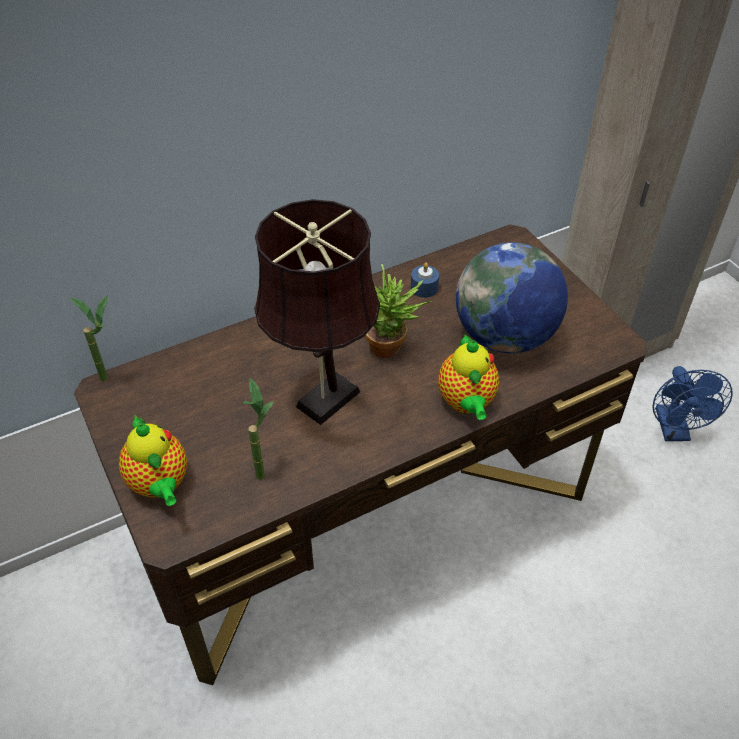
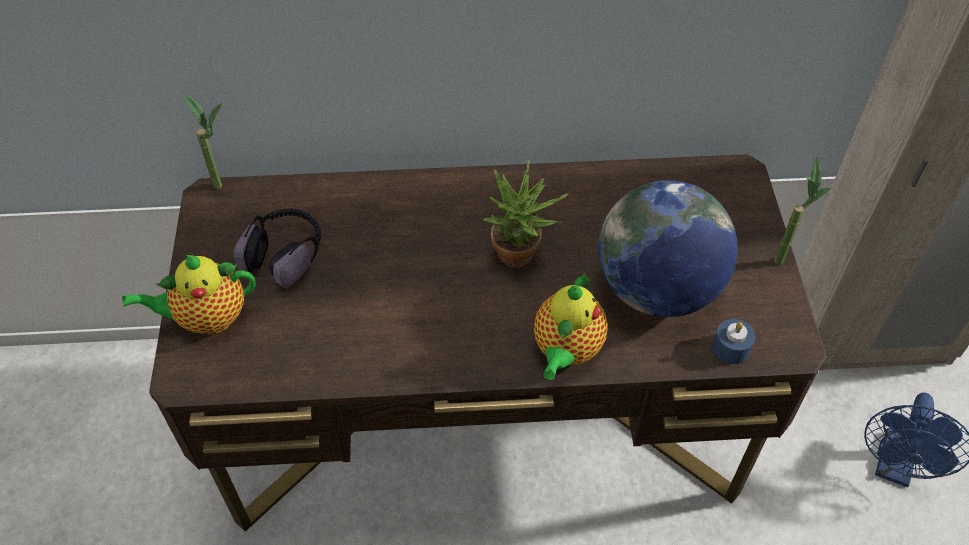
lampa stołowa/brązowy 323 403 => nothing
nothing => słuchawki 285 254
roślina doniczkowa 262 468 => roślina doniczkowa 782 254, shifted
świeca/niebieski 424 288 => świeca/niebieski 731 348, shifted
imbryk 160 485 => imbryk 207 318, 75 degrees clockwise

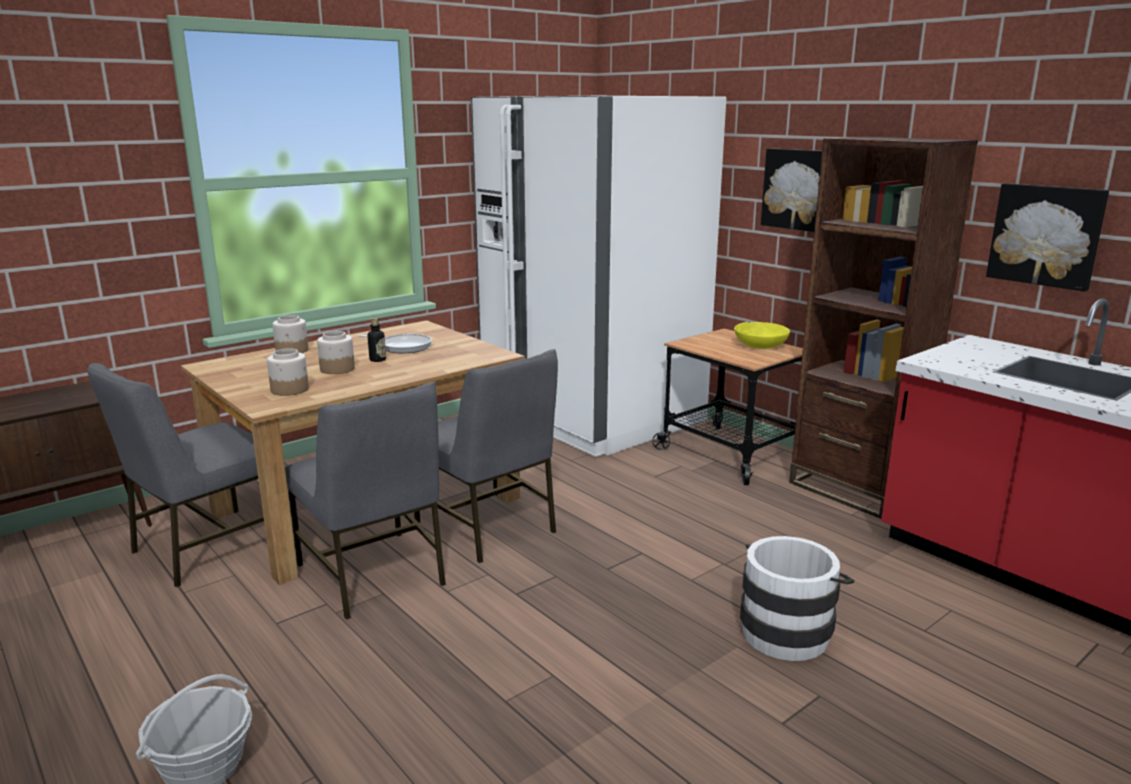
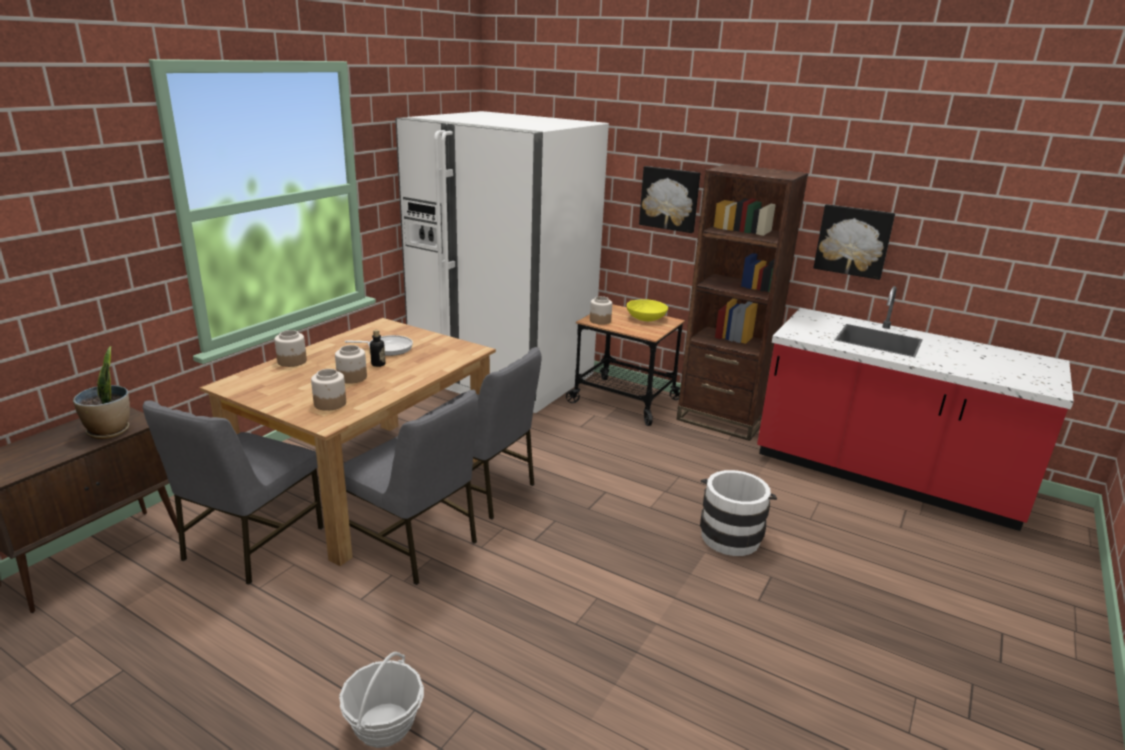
nothing => roślina doniczkowa 110 431
nothing => słoik 600 320

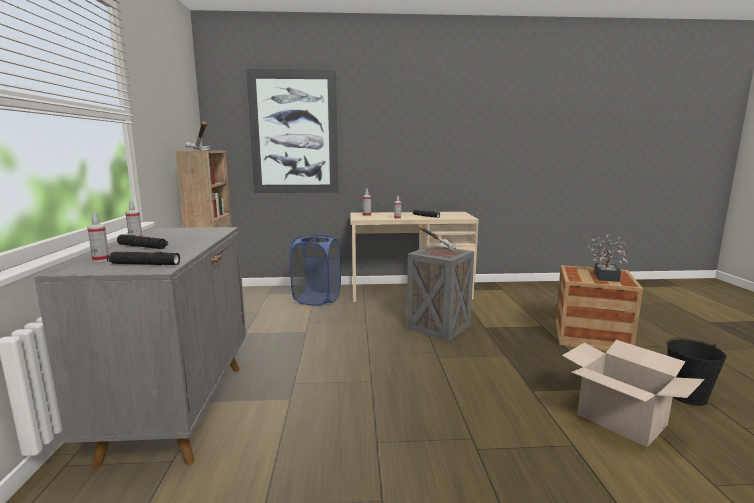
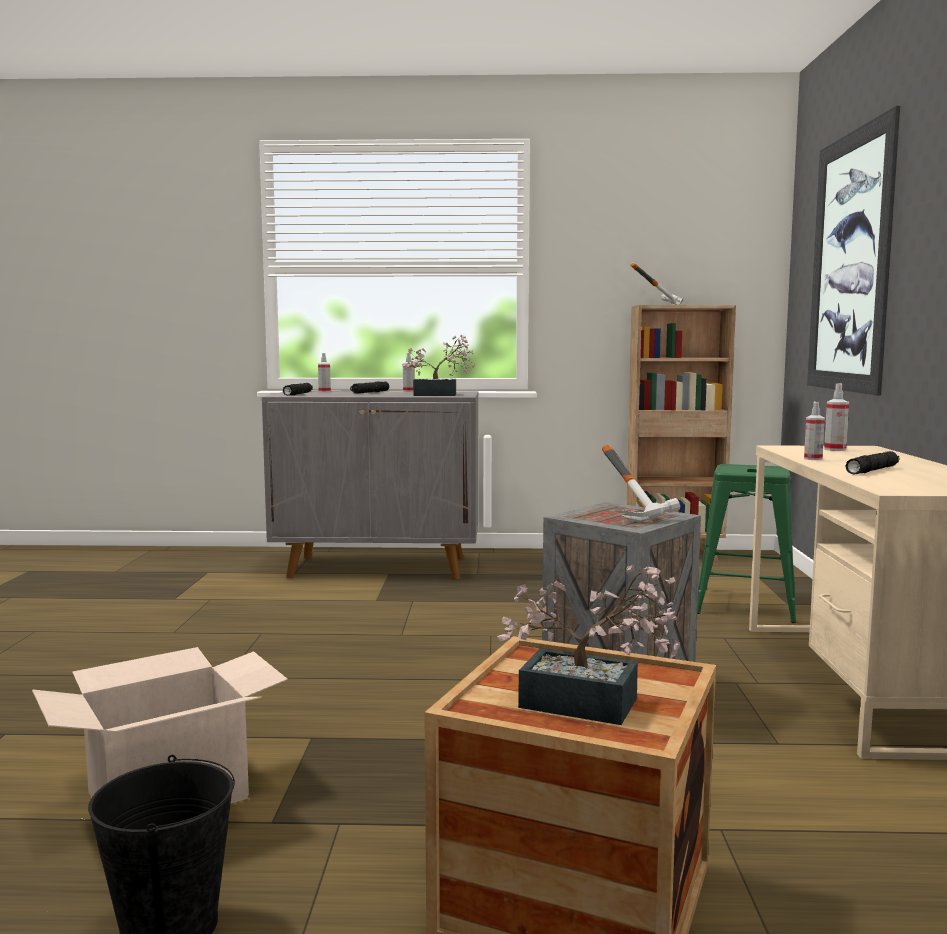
nothing => roślina doniczkowa 441 395
kosz na pranie/niebieski 317 299 => stołek/zielony 746 605

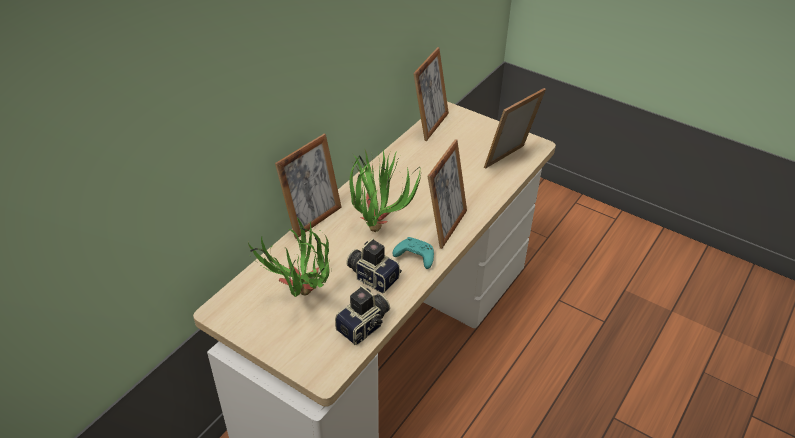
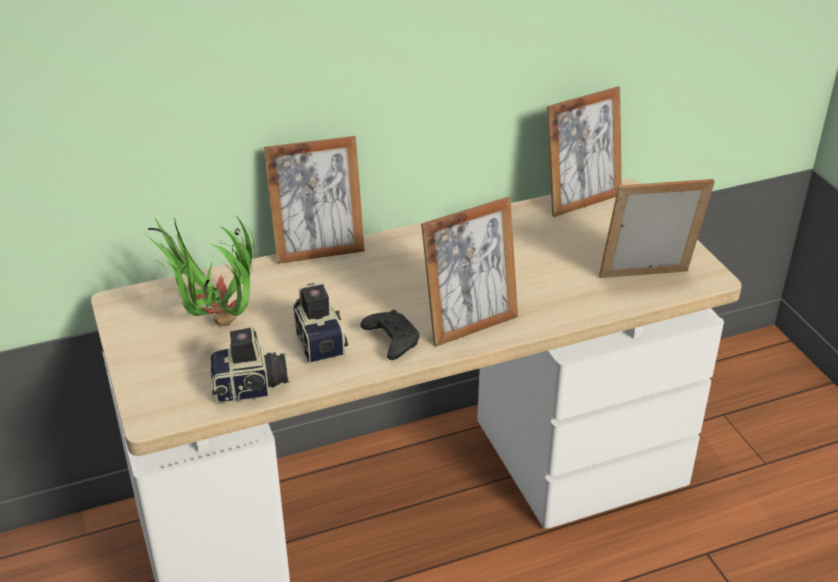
roślina doniczkowa 379 223 => nothing
pad do gier/turkusowy 414 257 => pad do gier/czarny 391 341

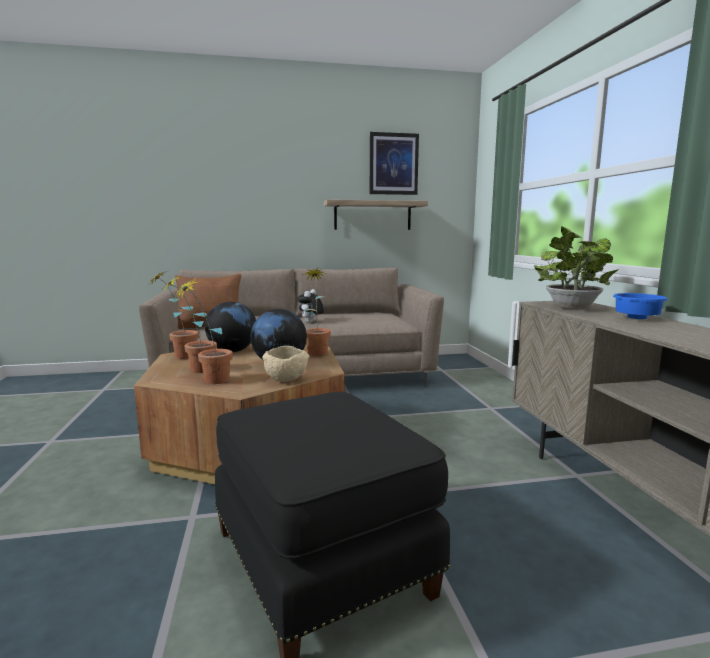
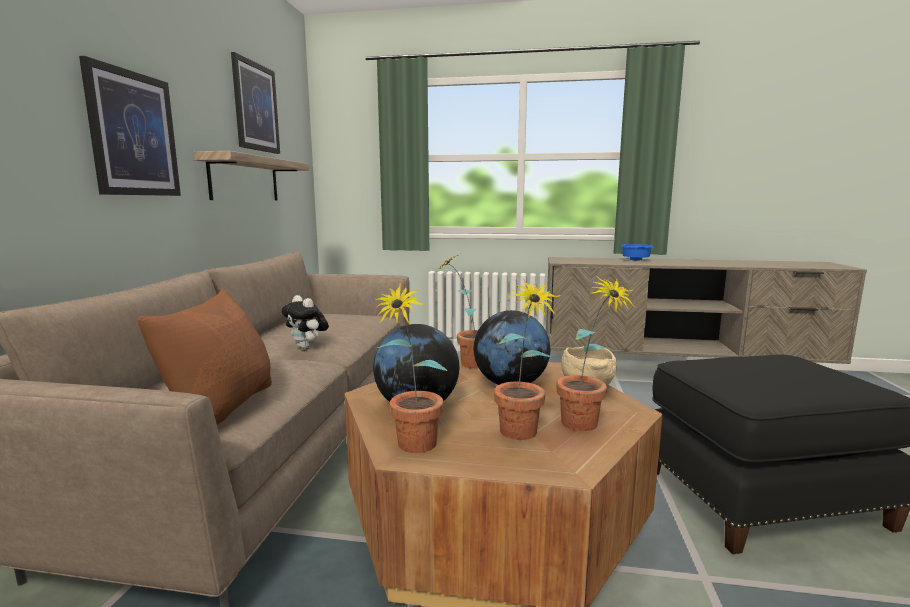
roślina doniczkowa 569 307 => nothing
nothing => obraz 133 134

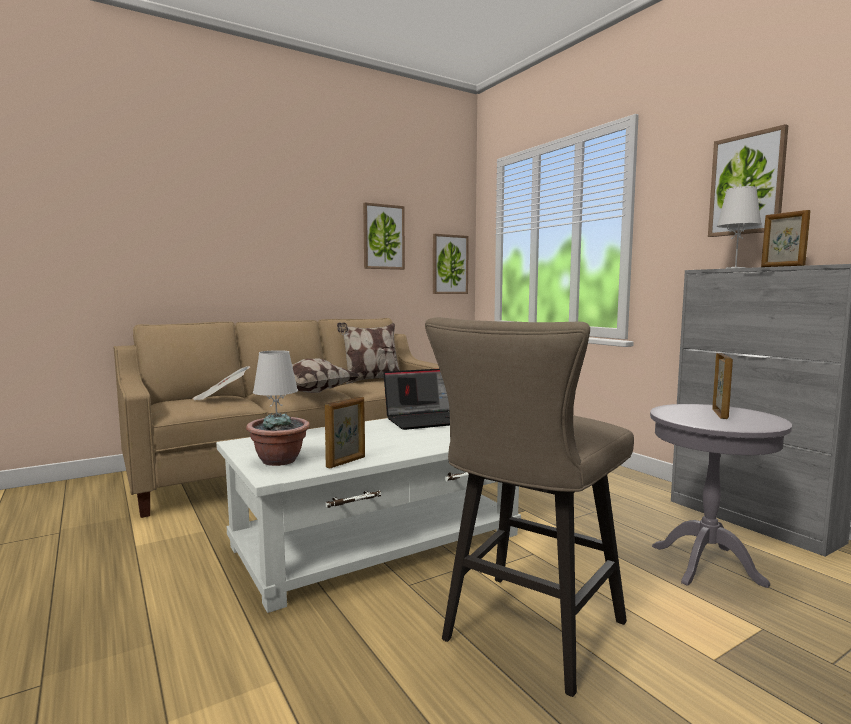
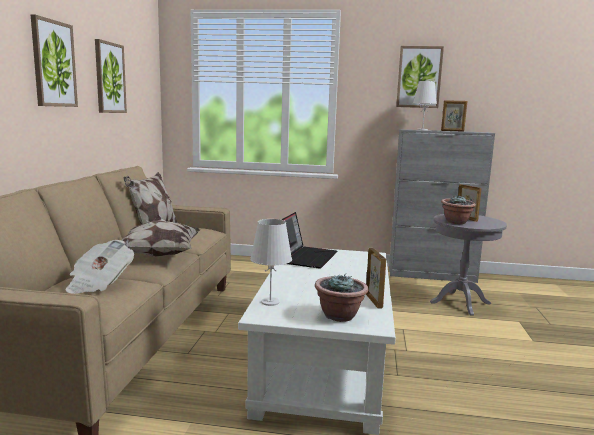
stołek/beżowy 526 636 => nothing
nothing => roślina doniczkowa 456 222
obraz 449 264 => obraz 53 64, shifted

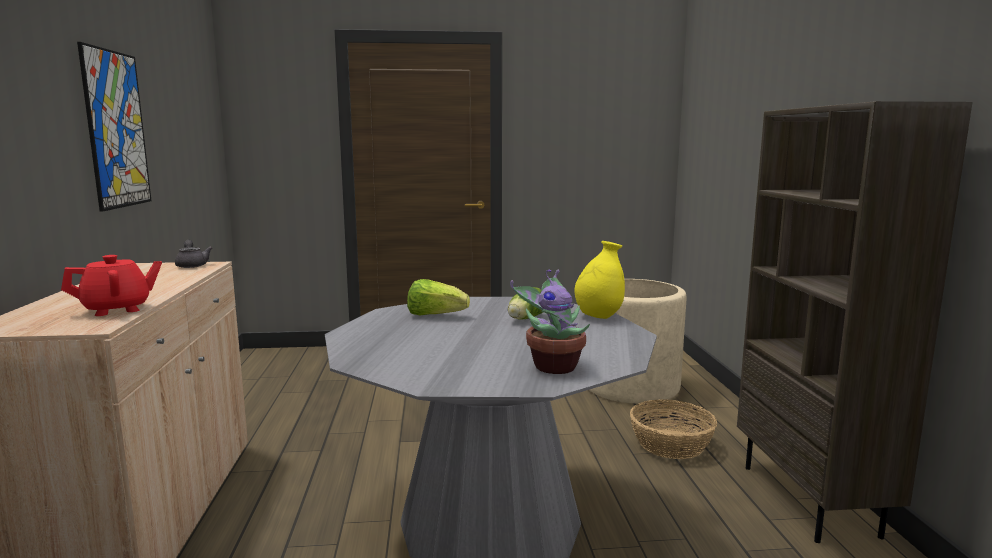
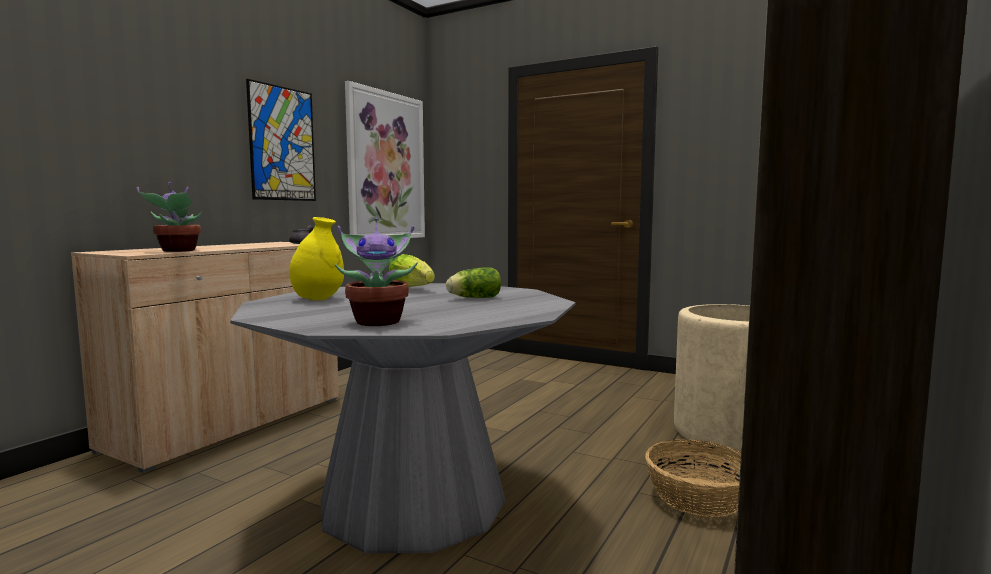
nothing => obraz 386 166
wazon/żółty 598 317 => wazon/żółty 318 299, shifted
imbryk/czerwony 117 309 => roślina doniczkowa 177 251

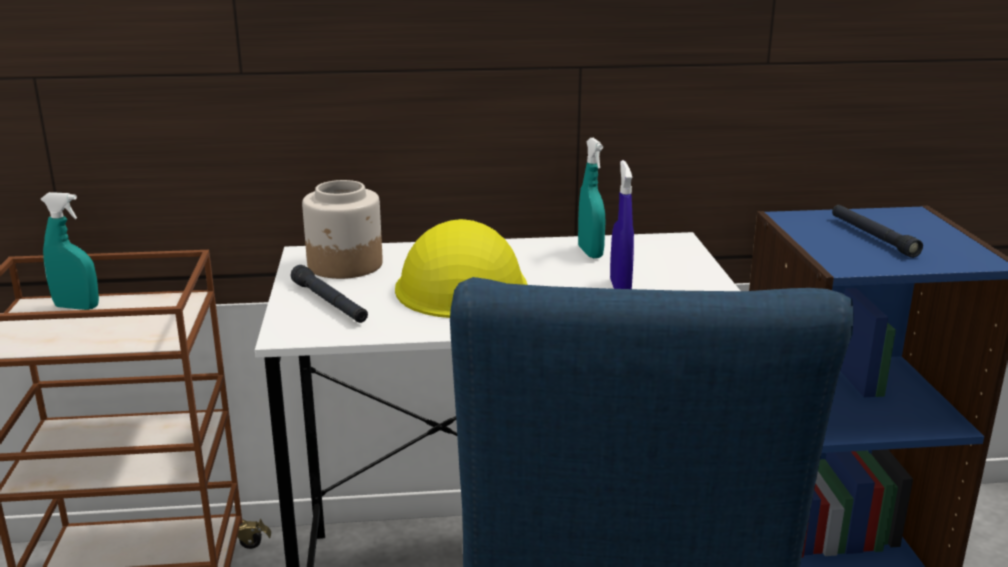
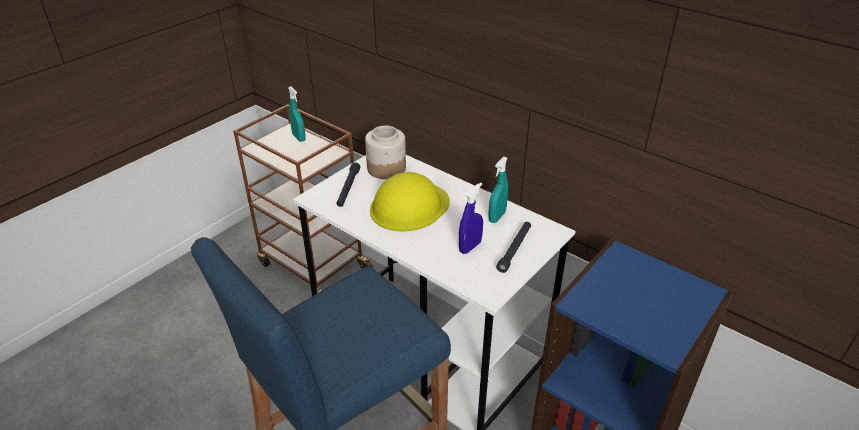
latarka/czarny 872 237 => latarka/czarny 514 249, shifted

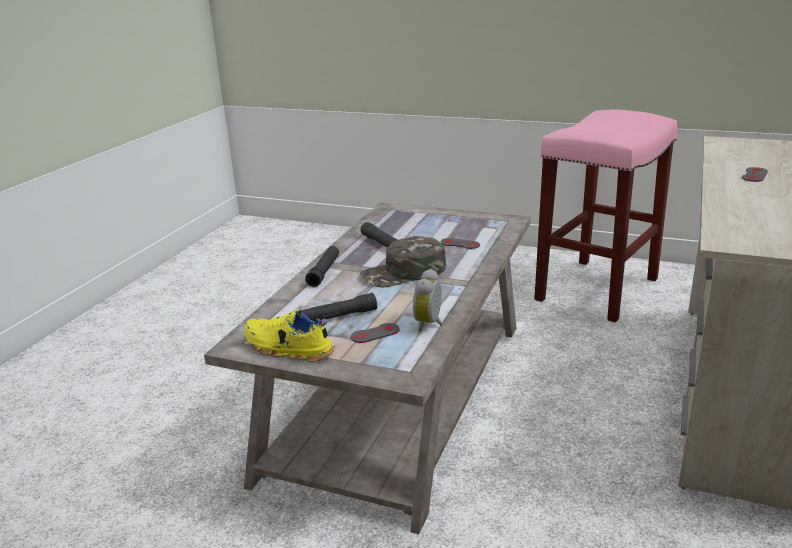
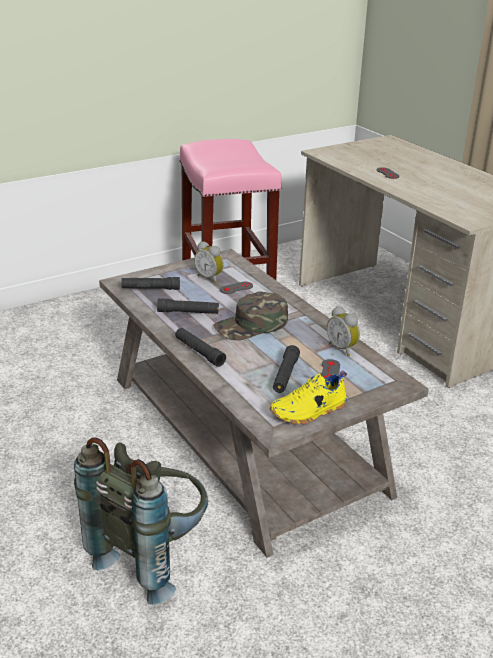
nothing => plecak/szary 152 555
nothing => latarka/czarny 150 289
nothing => budzik 210 278
czapka z daszkiem/zielony 404 273 => czapka z daszkiem/zielony 251 325, 45 degrees clockwise

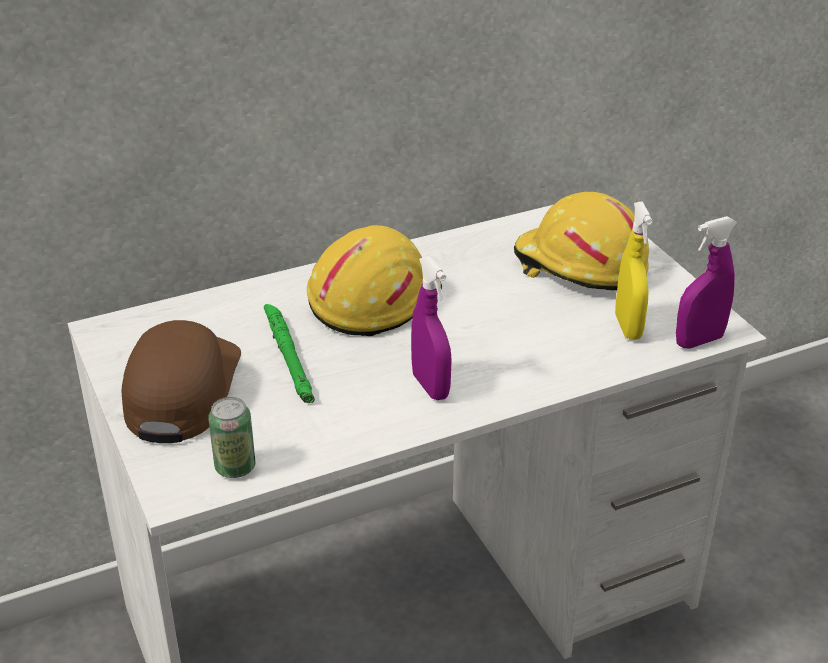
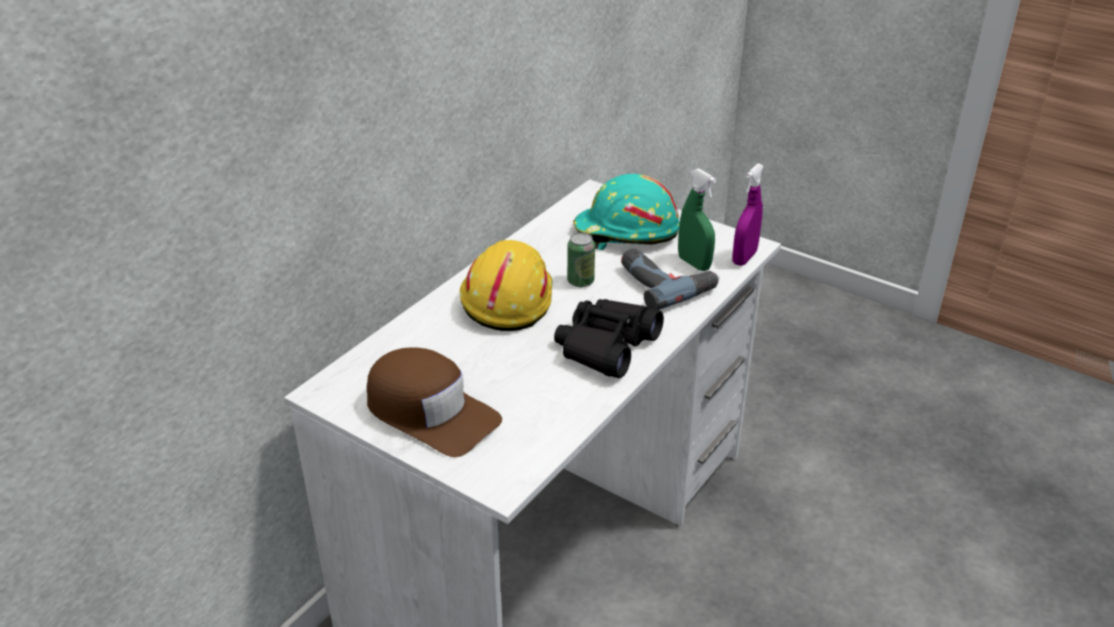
latarka/zielony 288 357 => nothing
nothing => wiertarka 665 283
puszka 235 467 => puszka 580 281, shifted
spryskiwacz/fioletowy 430 386 => lornetka/czarny 606 346
kask/żółty 579 266 => kask/turkusowy 625 233
spryskiwacz/żółty 628 327 => spryskiwacz/zielony 694 263
czapka z daszkiem/brązowy 182 389 => czapka z daszkiem/brązowy 430 412, 150 degrees clockwise

